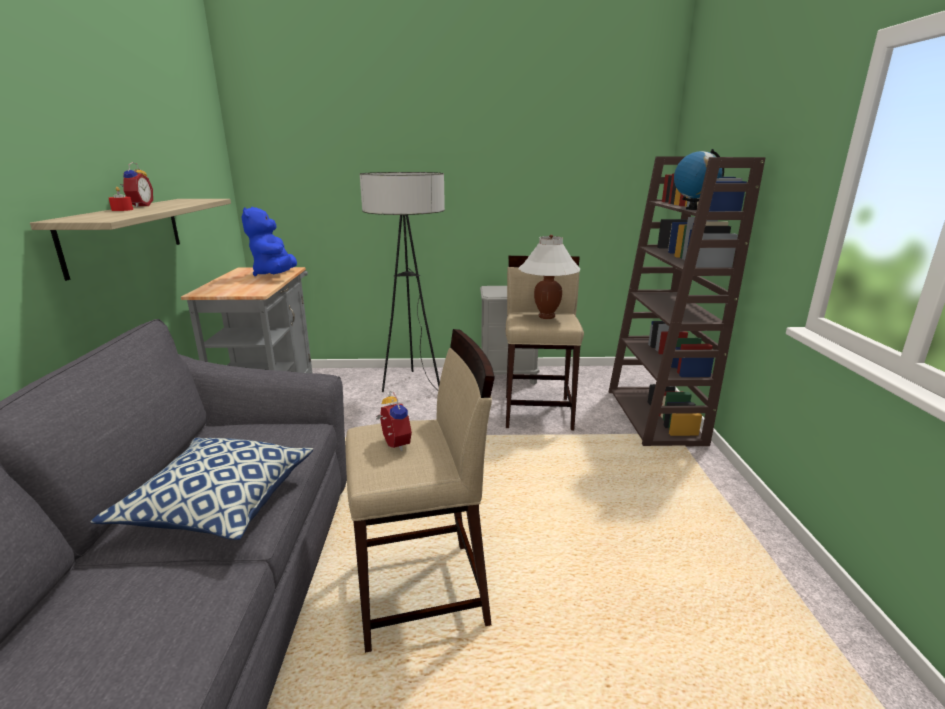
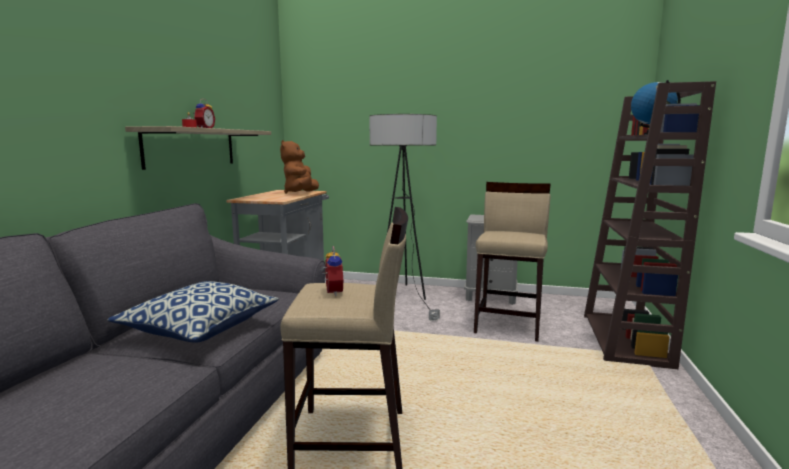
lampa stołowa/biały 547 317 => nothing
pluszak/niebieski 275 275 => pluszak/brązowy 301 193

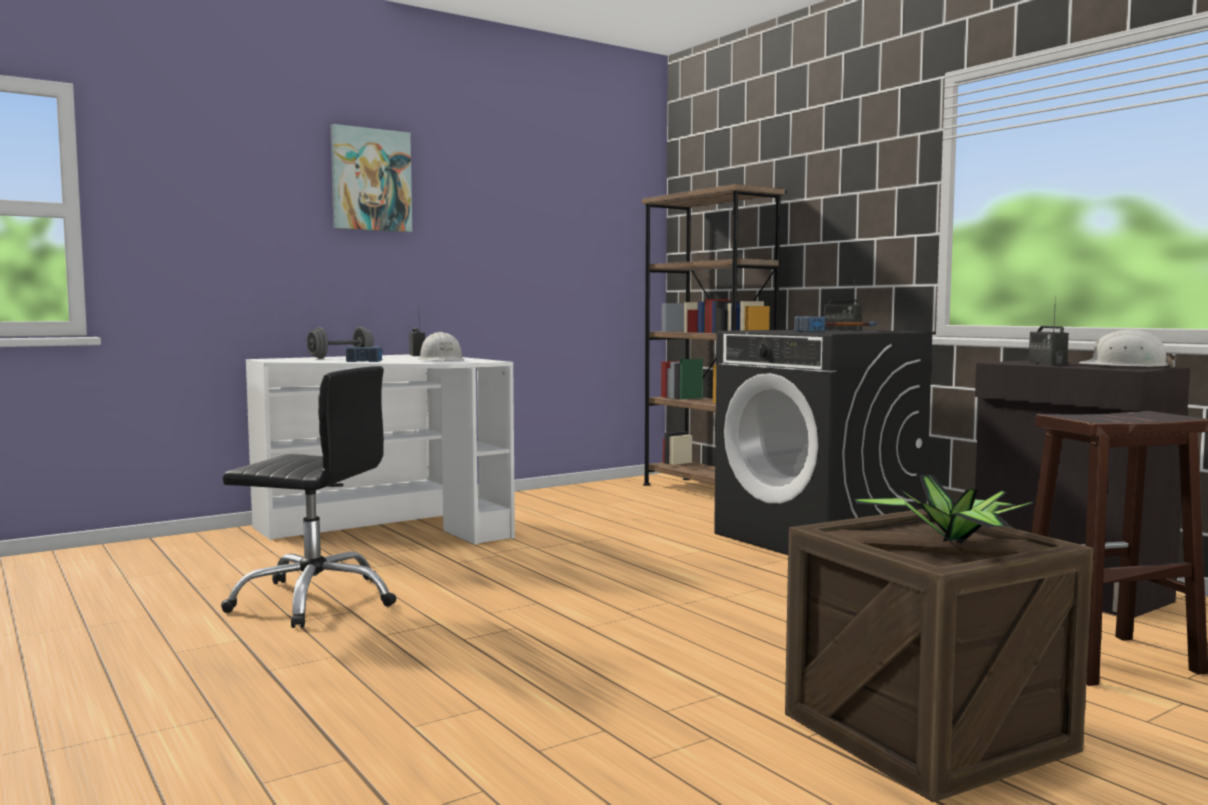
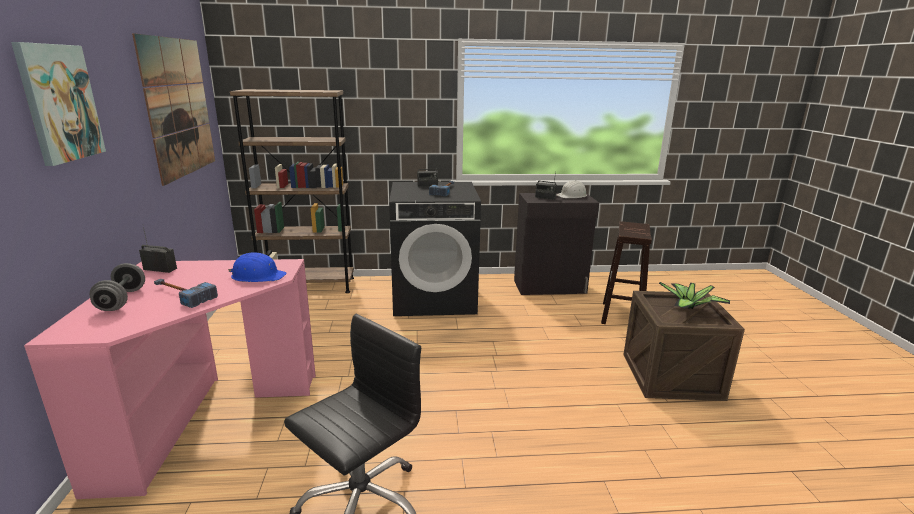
nothing => obraz 178 107
biurko/biały 387 527 => biurko/różowy 206 420
kask/biały 442 361 => kask/niebieski 258 276

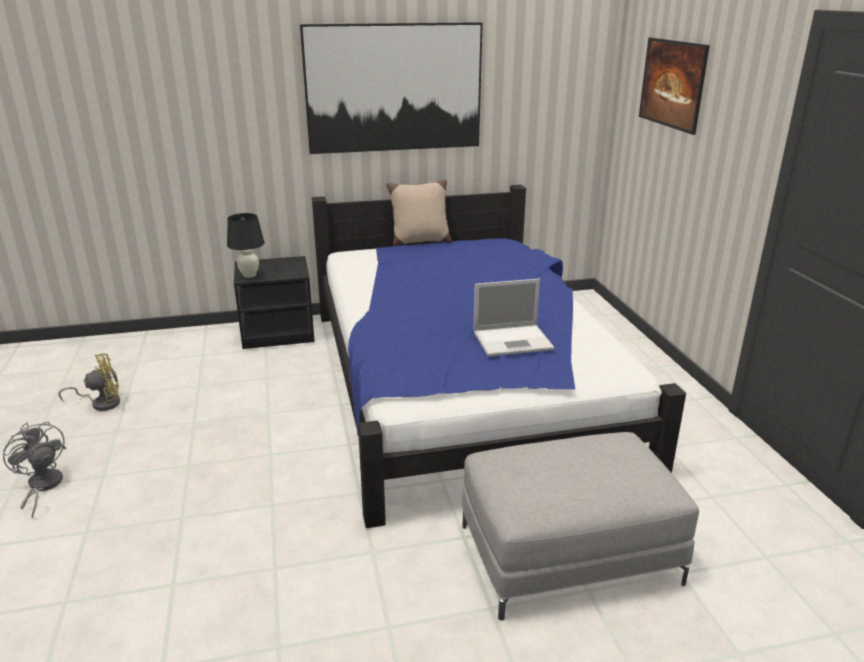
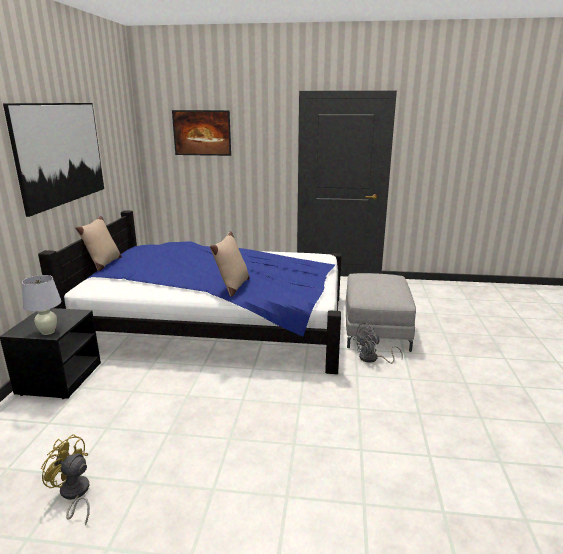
laptop 514 340 => nothing
nothing => poduszka/beżowy 232 287
wentylator/szary 42 487 => wentylator/szary 372 359, shifted
lampa stołowa/czarny 249 275 => lampa stołowa/biały 48 332
wentylator/żółty 102 403 => wentylator/żółty 74 494, 60 degrees counterclockwise

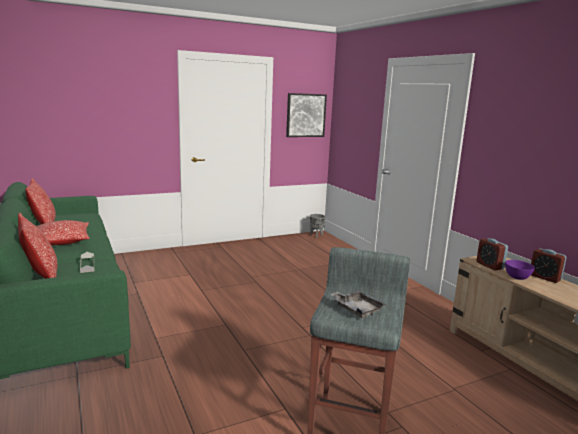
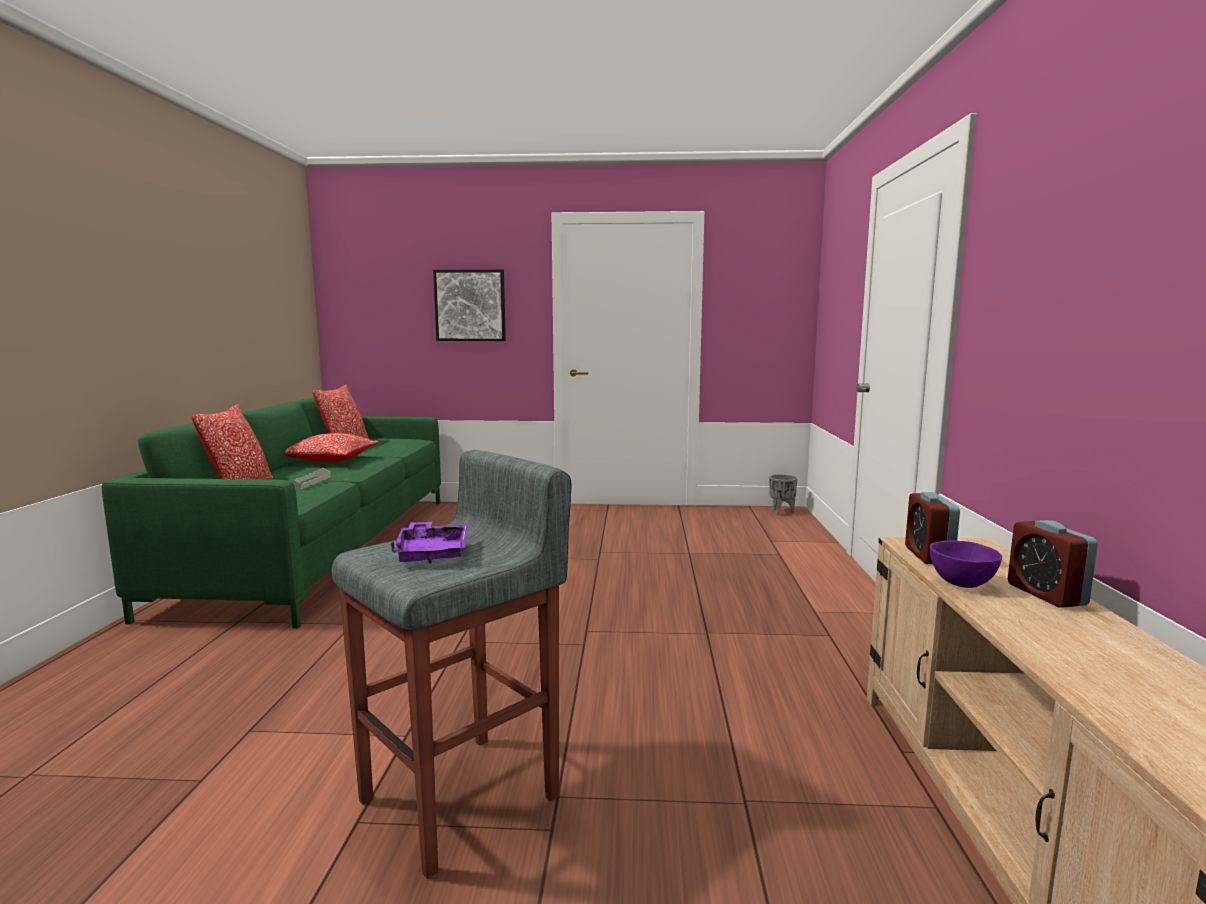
obraz 305 115 => obraz 470 305, shifted
taca/szary 357 309 => taca/fioletowy 432 553

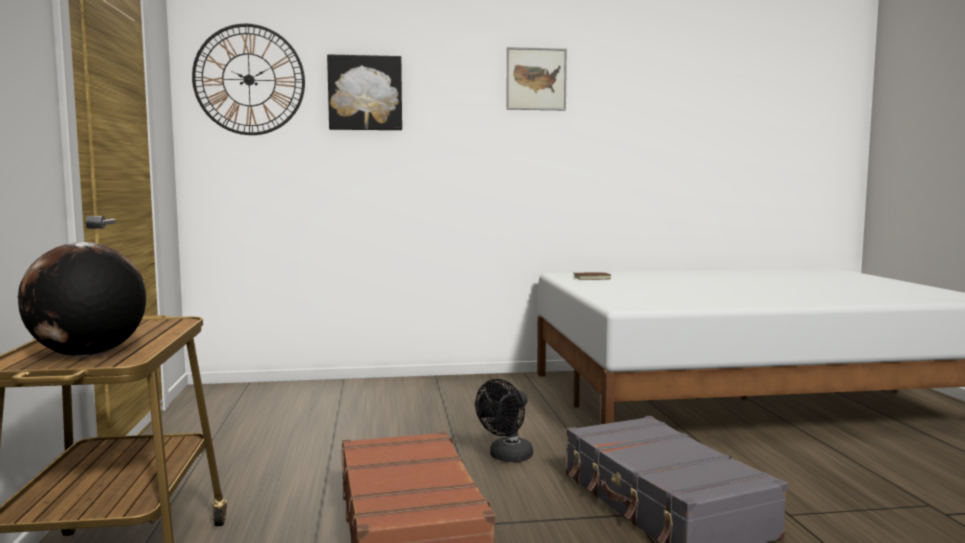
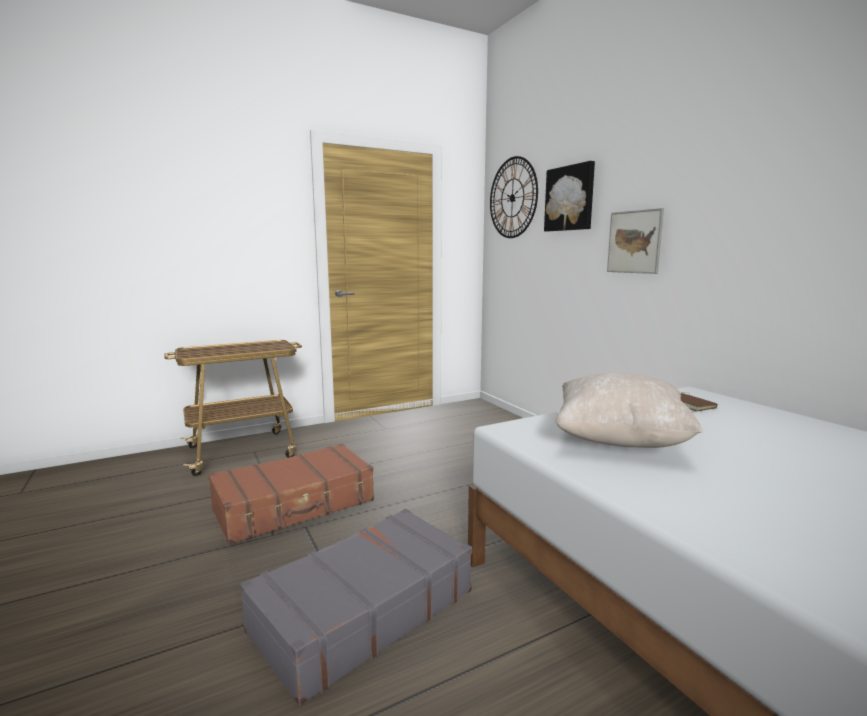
globus 87 355 => nothing
wentylator/czarny 507 457 => nothing
nothing => poduszka/beżowy 619 441
obraz 536 79 => obraz 634 242, shifted

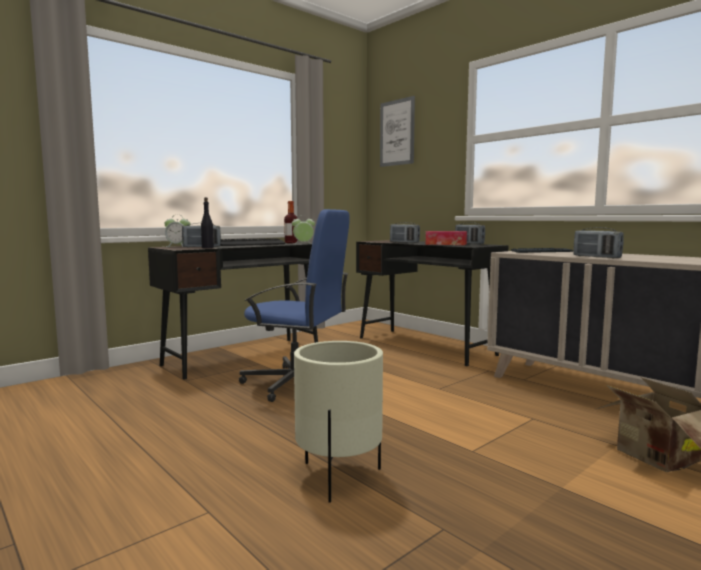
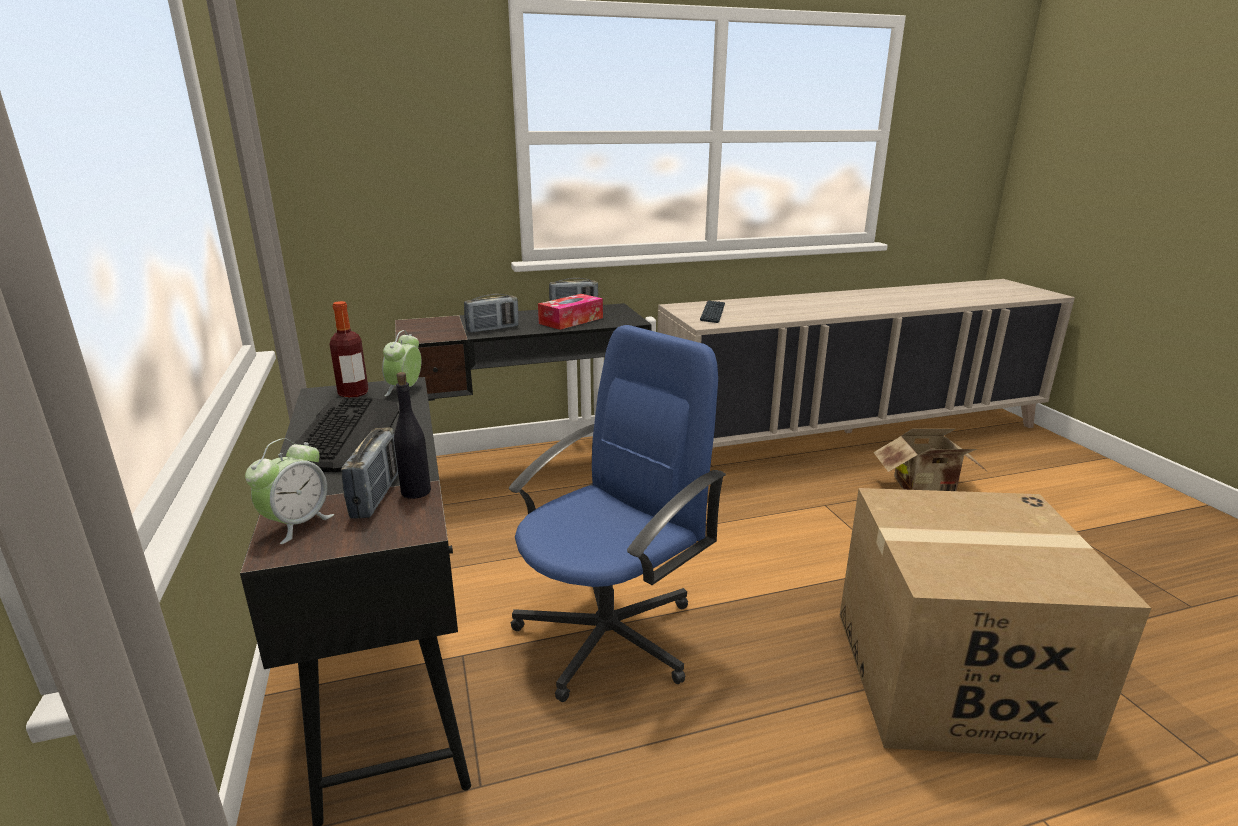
obraz 397 132 => nothing
radio 596 257 => nothing
donica/beżowy 338 477 => karton 951 679

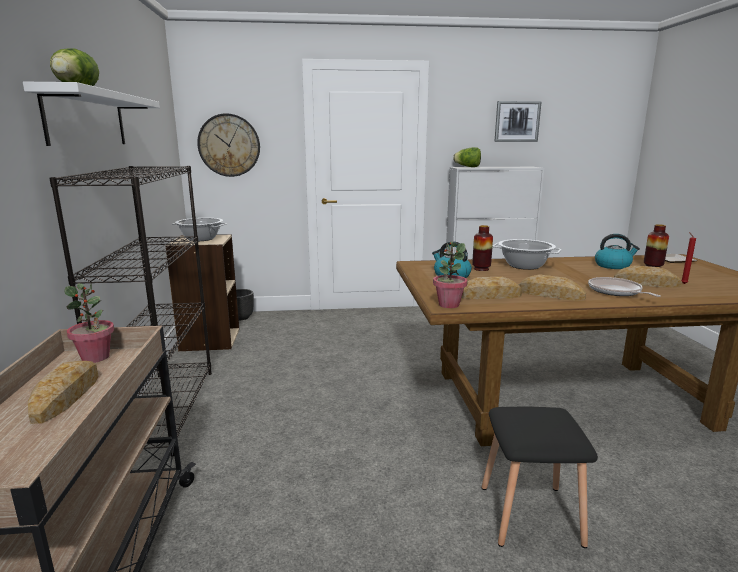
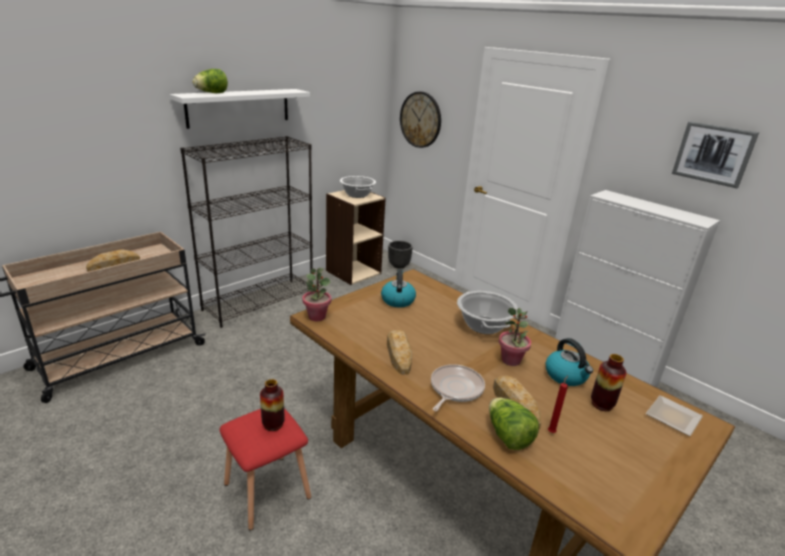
chleb 489 295 => nothing
roślina doniczkowa 96 357 => roślina doniczkowa 511 360, shifted
sałata 467 167 => sałata 507 436, shifted
wazon 481 269 => wazon 273 424, shifted
stołek/czarny 528 515 => stołek/czerwony 266 490

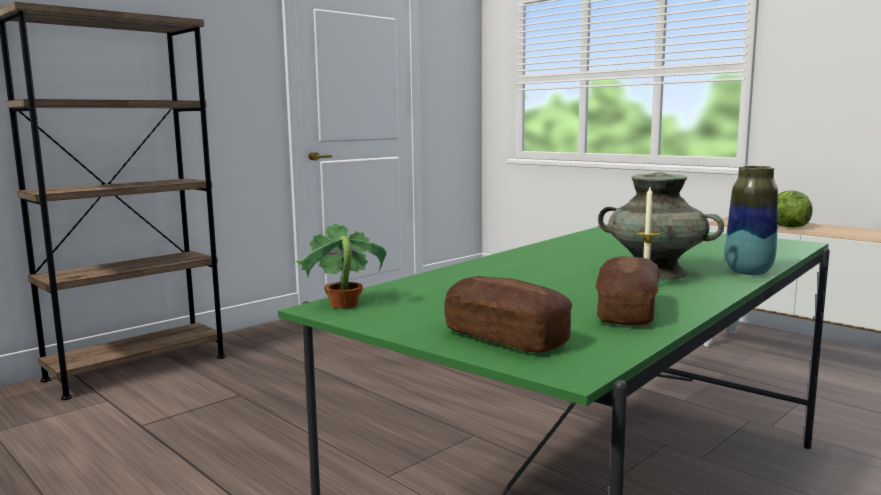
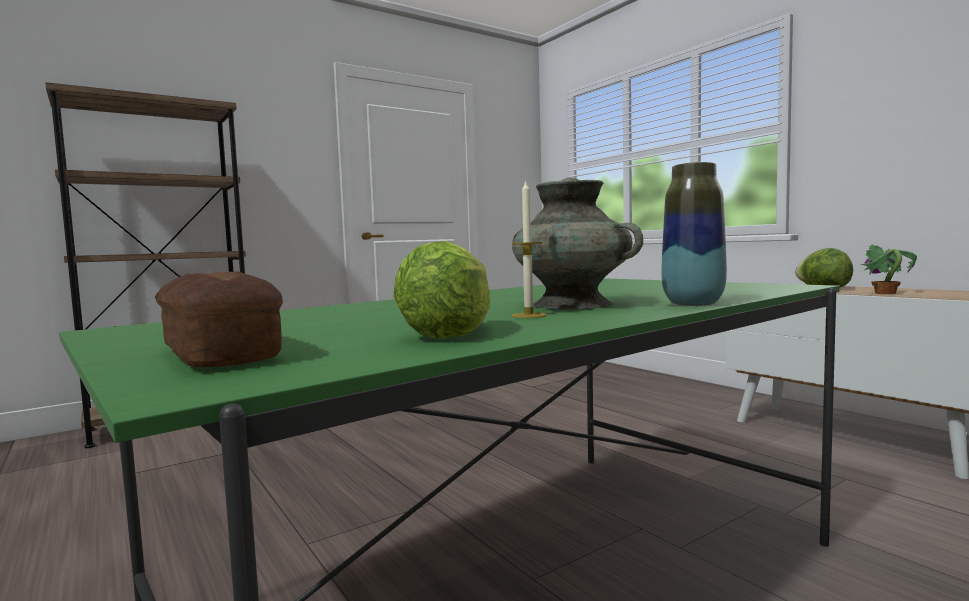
roślina doniczkowa 343 305 => roślina doniczkowa 885 293, shifted
chleb 626 311 => sałata 451 333

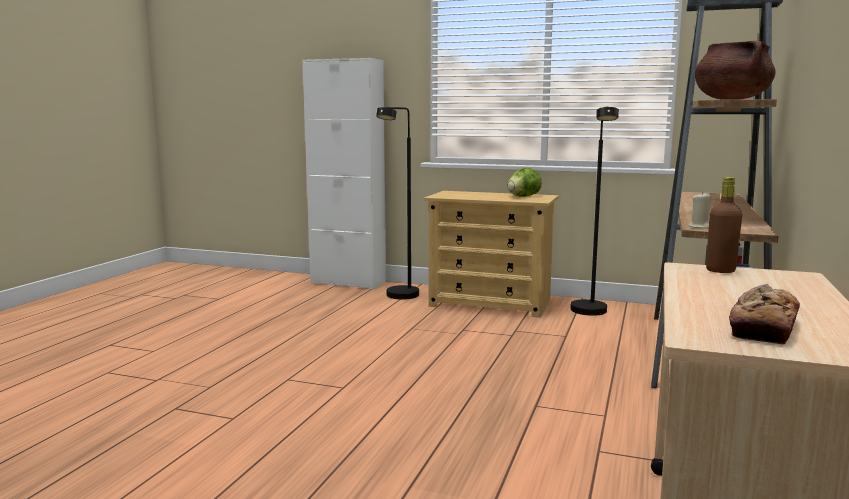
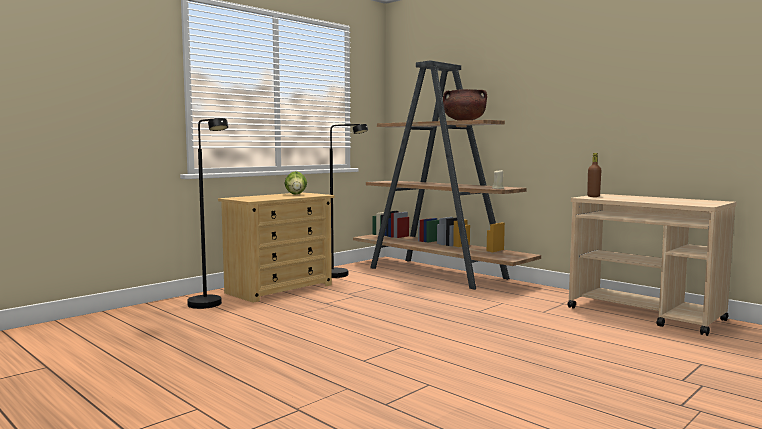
szafka/biały 348 282 => nothing
chleb 763 327 => nothing

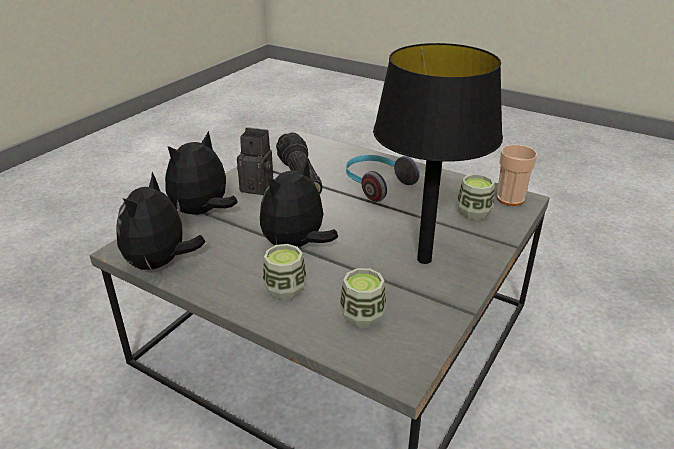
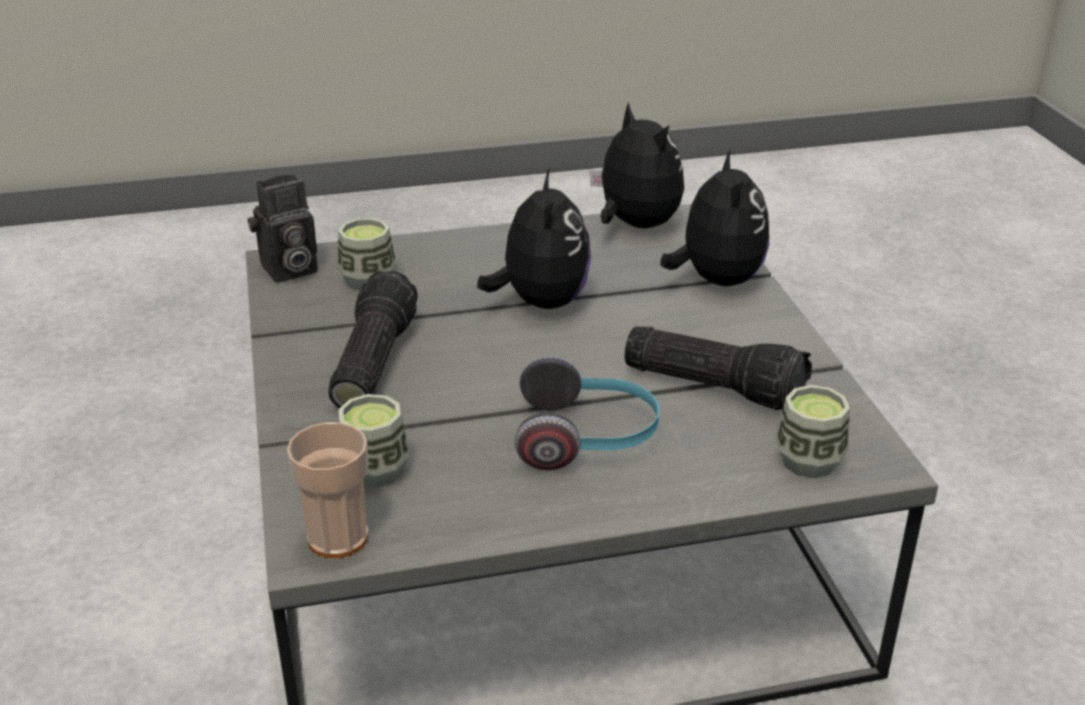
aparat fotograficzny 259 187 => aparat fotograficzny 287 270, shifted
filiżanka 285 289 => filiżanka 809 461, shifted
lampa stołowa/czarny 423 259 => latarka 370 362

